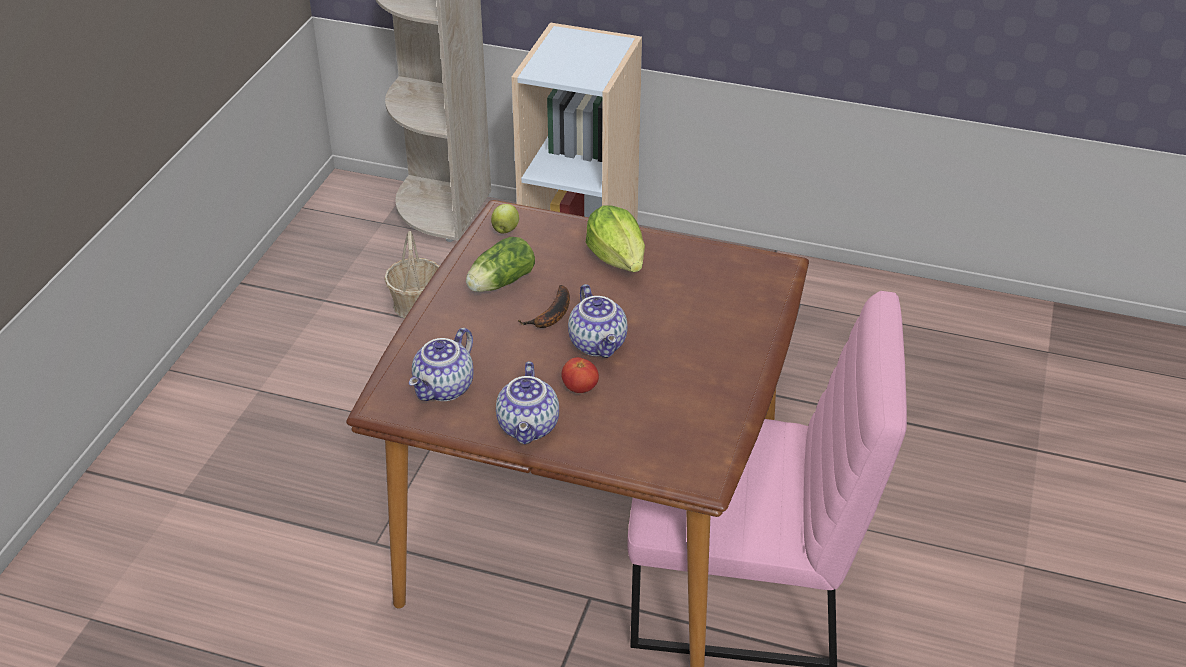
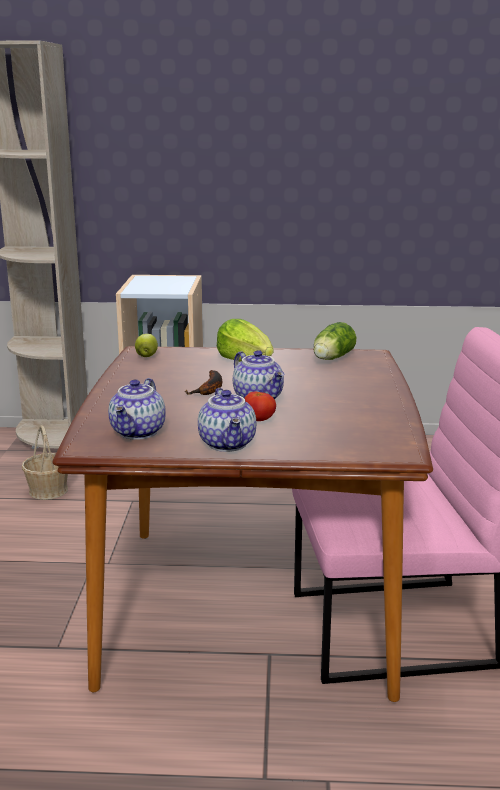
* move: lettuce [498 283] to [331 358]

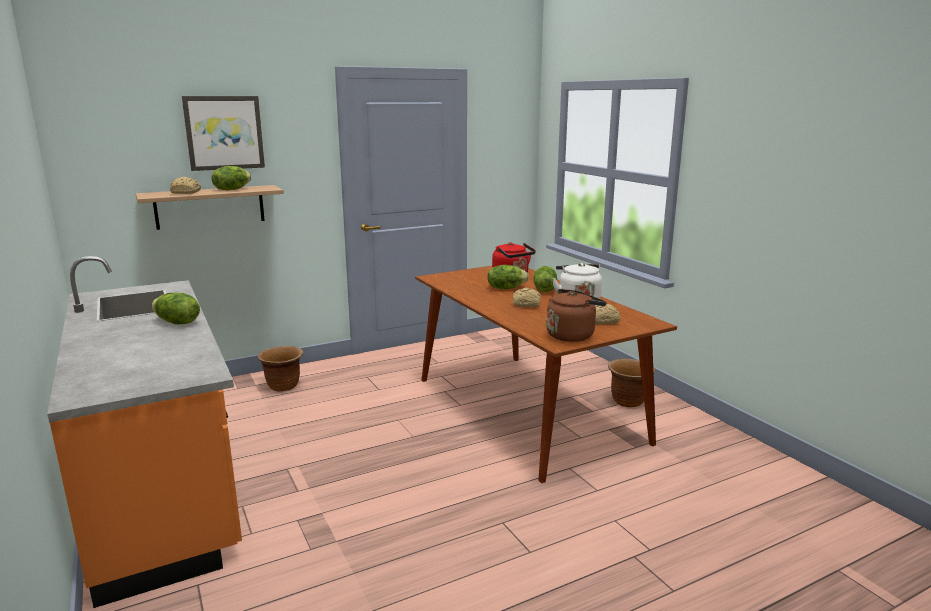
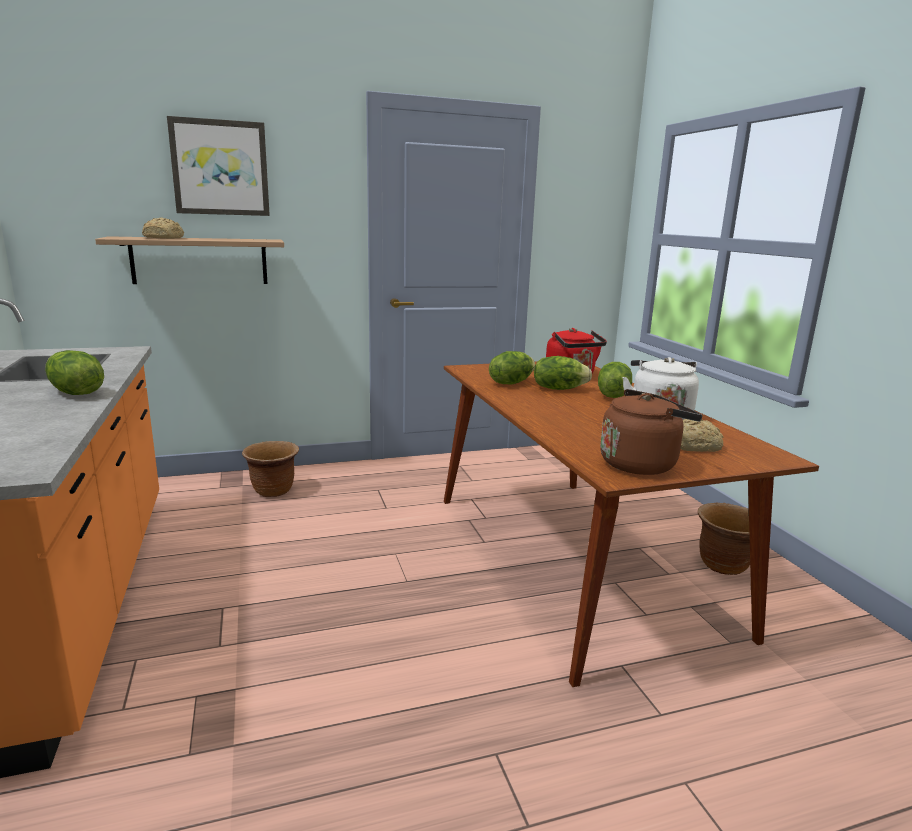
* move: lettuce [232 189] to [511 383]
* delete: bread [527 304]

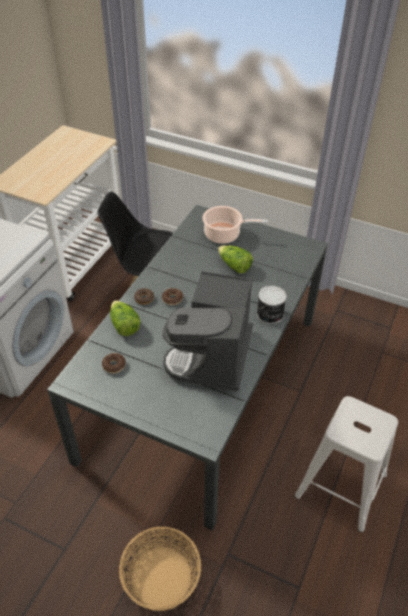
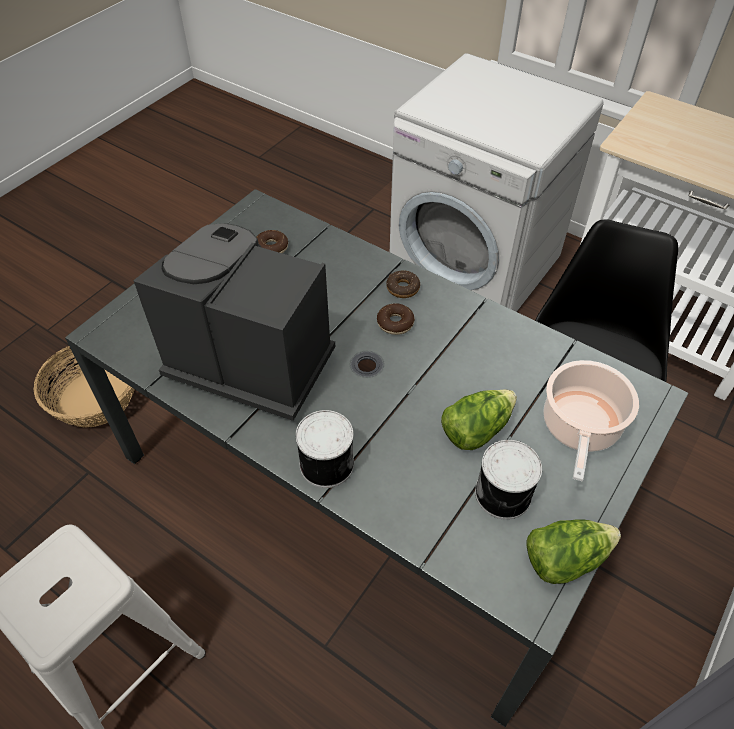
* insert: can [504 494]
* move: lettuce [124 325] to [565 558]

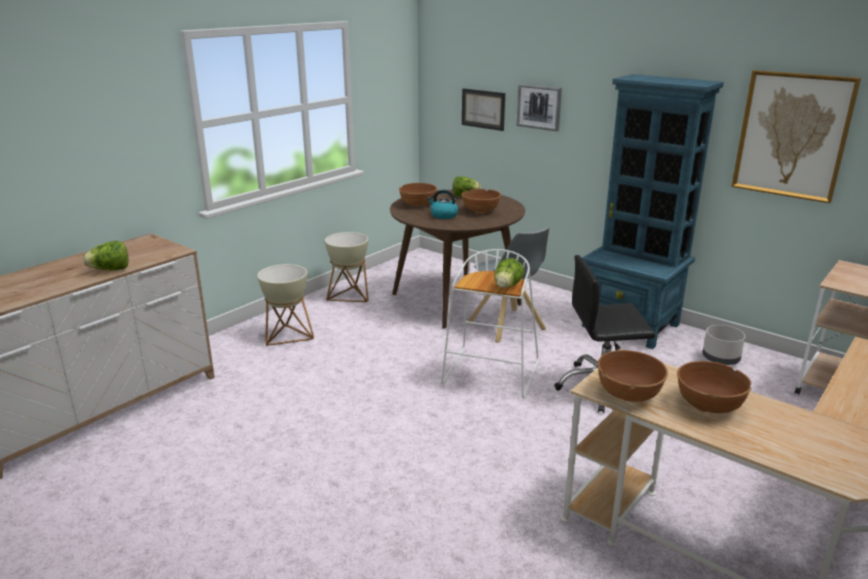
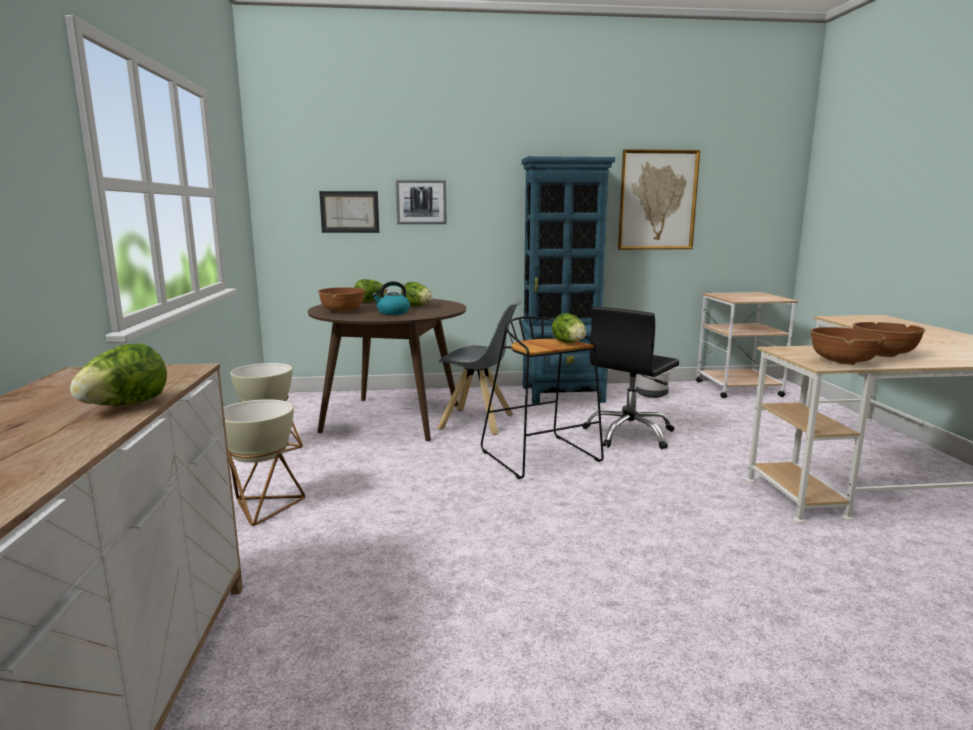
* replace: bowl/brown [480 211] to lettuce [417 306]
* recolor: stool/white [491 375] to stool/black [542 457]

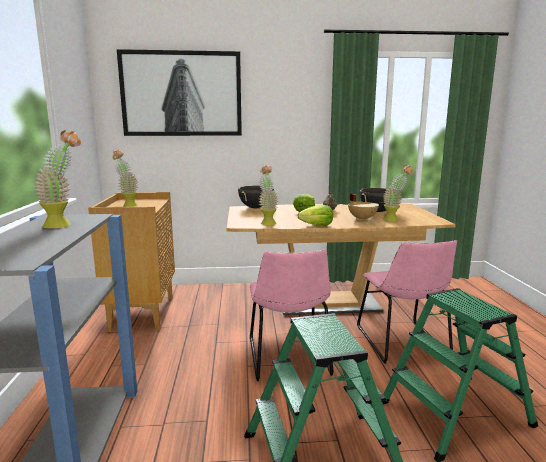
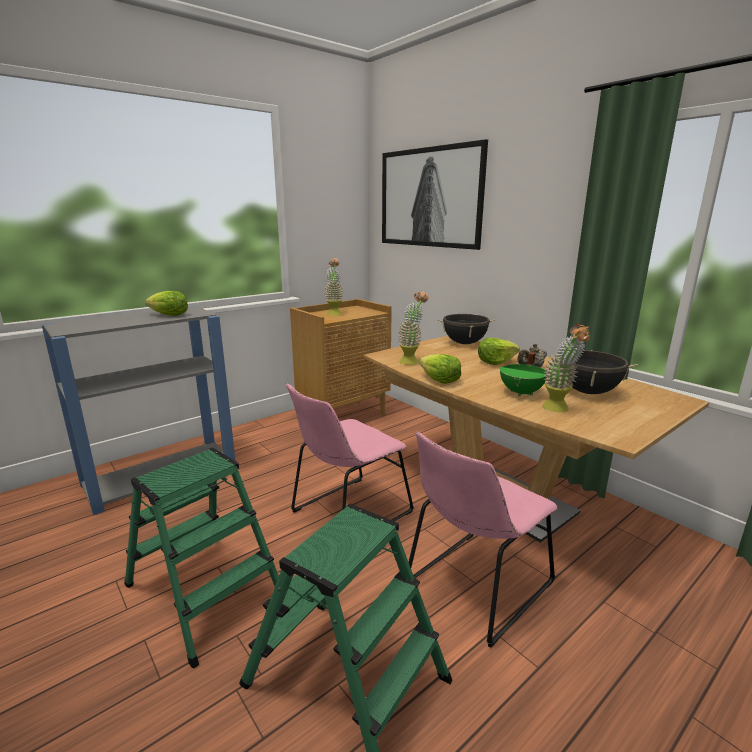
* replace: potted plant [64 224] to lettuce [169 315]
* recolor: cooking pot/beige [362 219] to cooking pot/green [522 393]

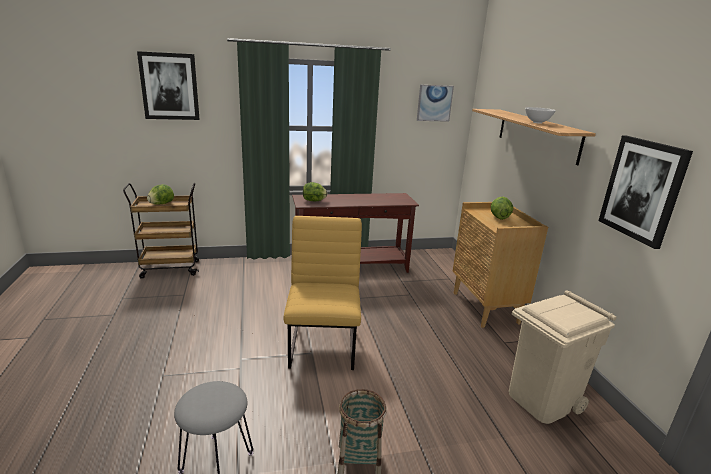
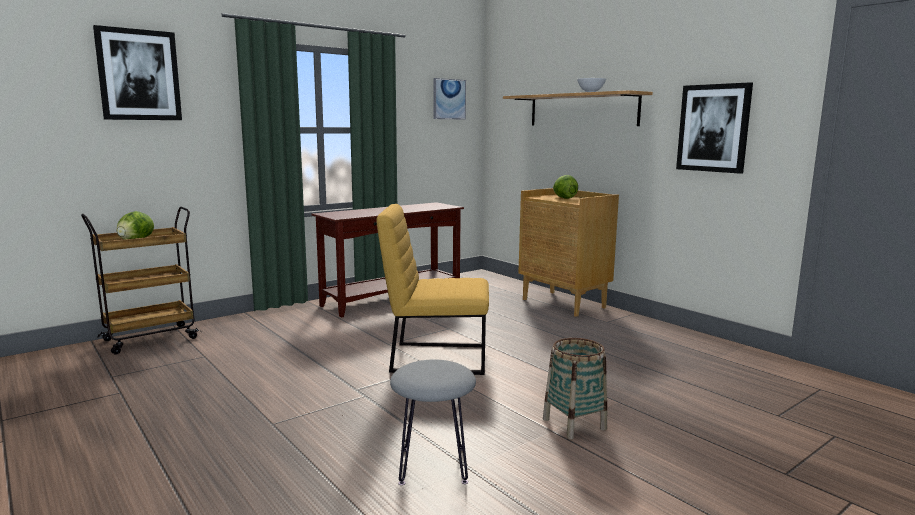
* rotate: chair/yellow [323 343] = [435 358] 60 degrees counterclockwise
* delete: lettuce [314 201]
* delete: trash can/beige [542 400]

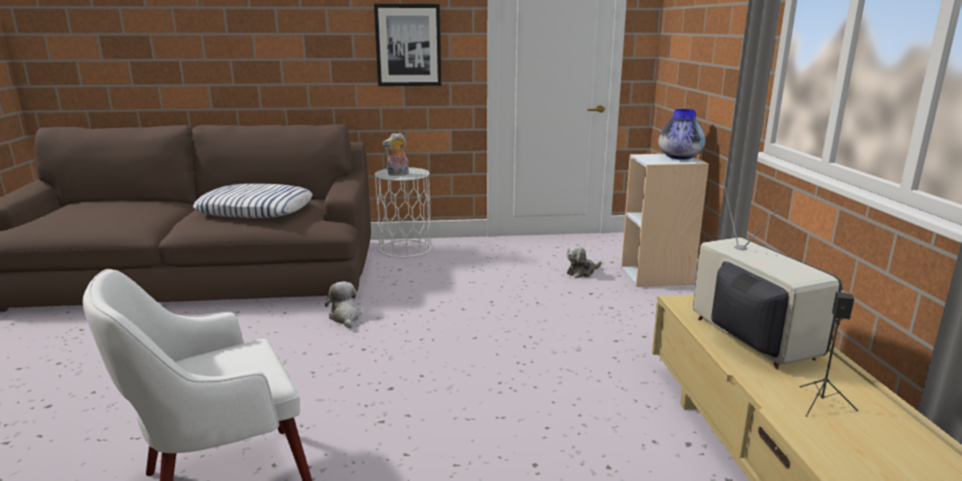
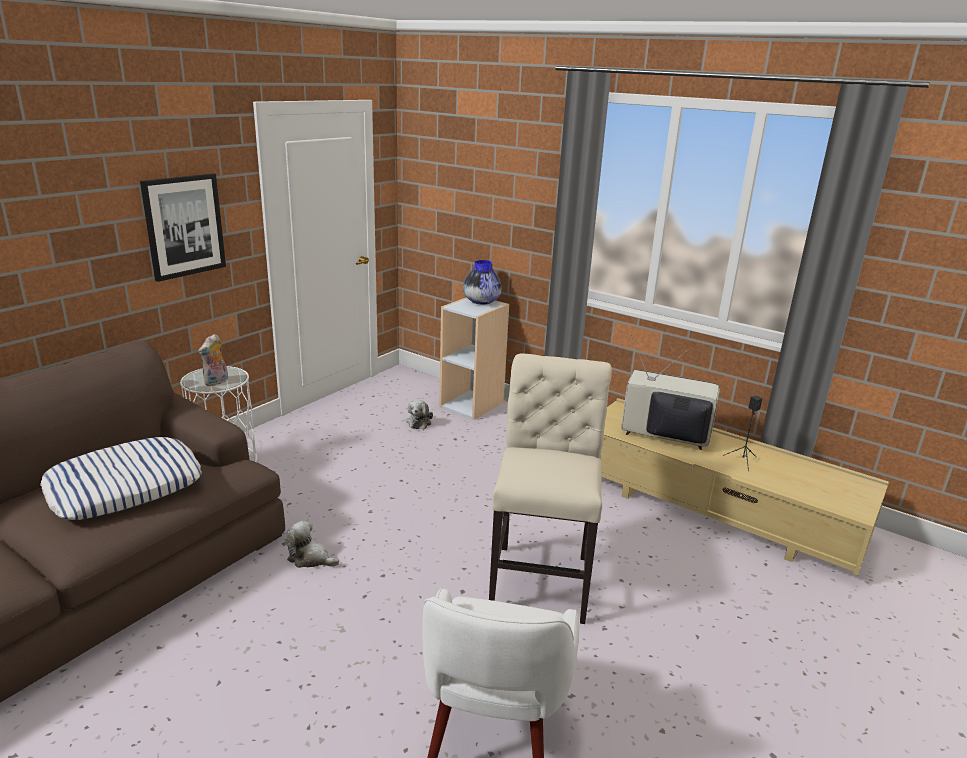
* insert: stool/beige [542 578]

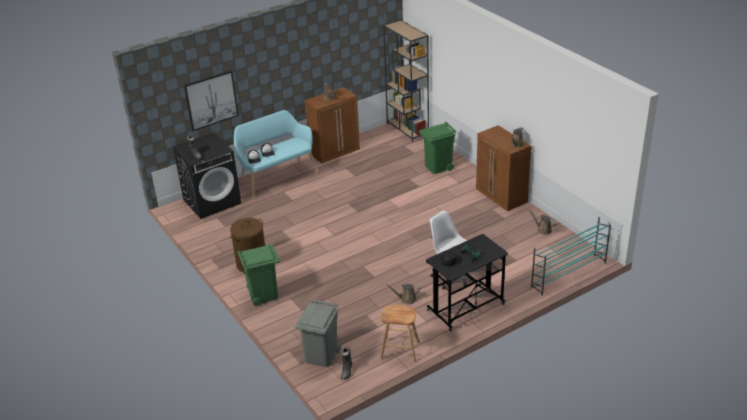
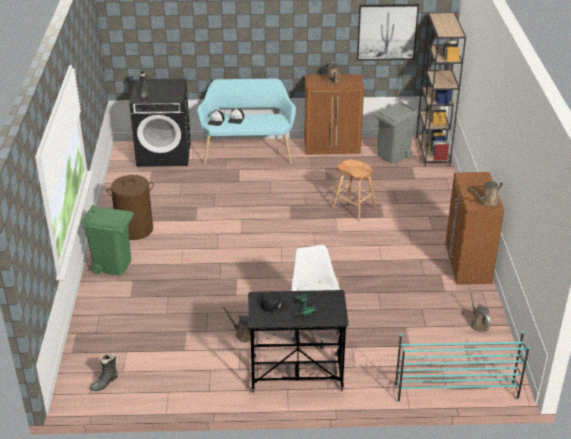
* move: stool/brown [399 350] to [353 209]
* move: picture [211 100] to [387 32]
* move: trash can/grey [321 355] to [393 155]
* delete: trash can/green [438 167]

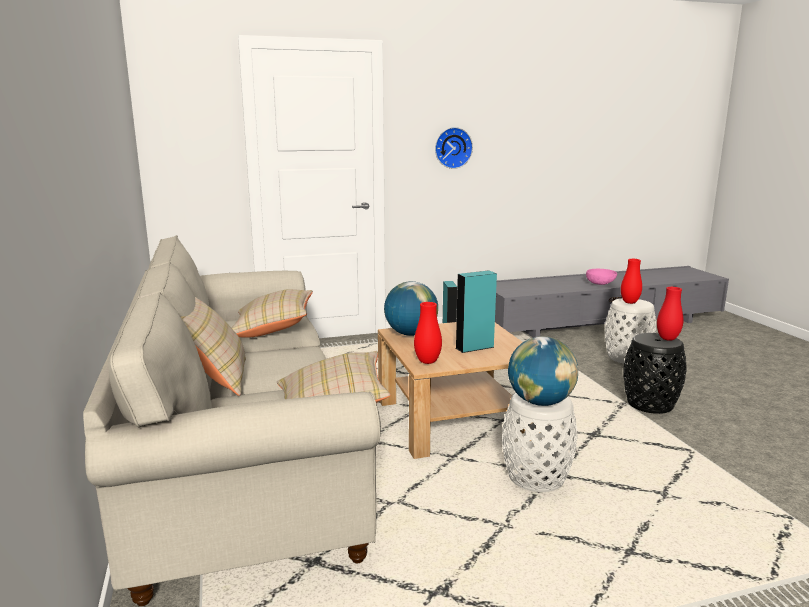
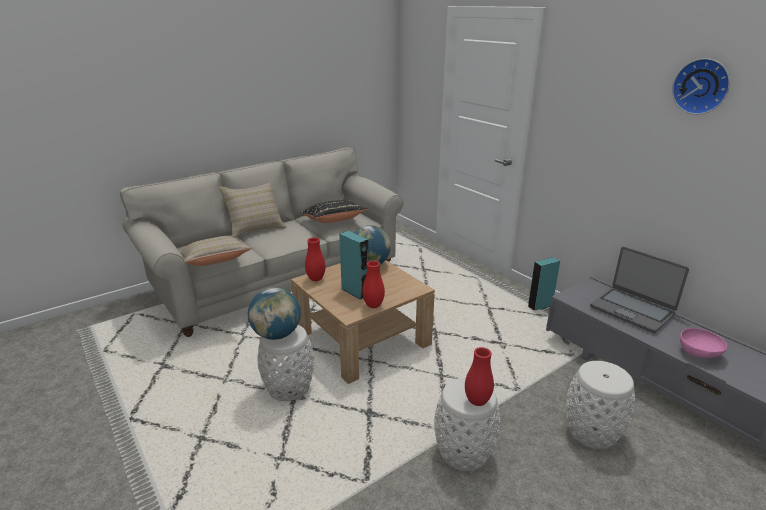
* recolor: pillow/beige [272 329] to pillow/black [333 221]
* move: vase/red [629 302] to [373 305]
* recolor: stool/black [650 404] to stool/white [464 452]
* insert: laptop [632 310]
* move: wall clock [452 148] to [702 86]

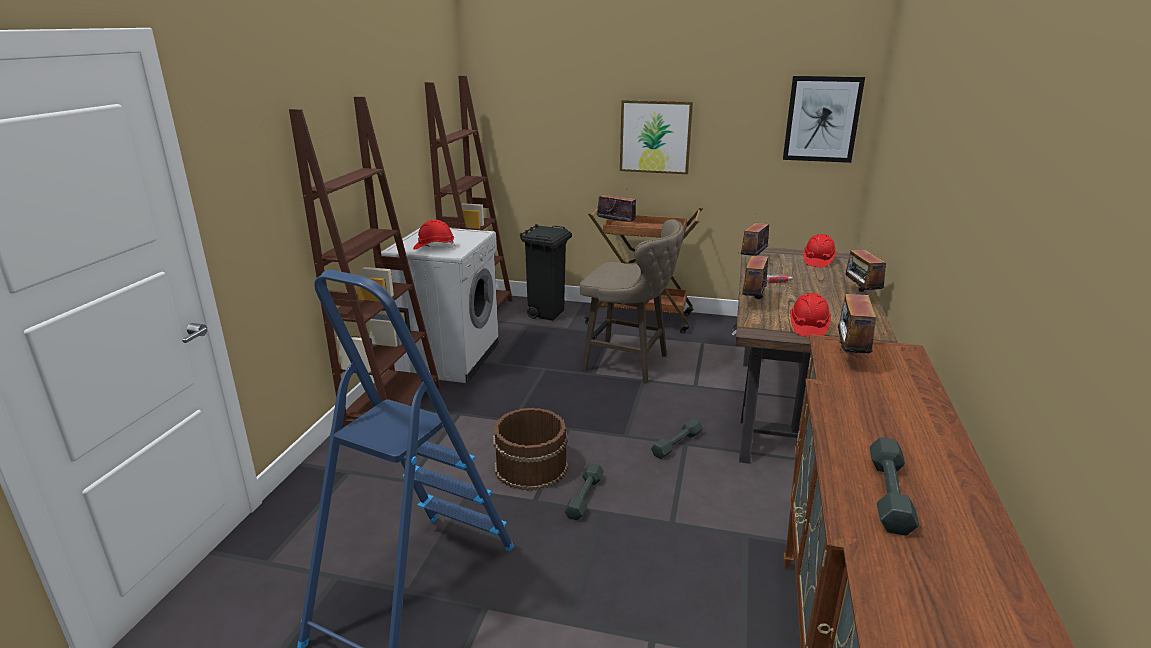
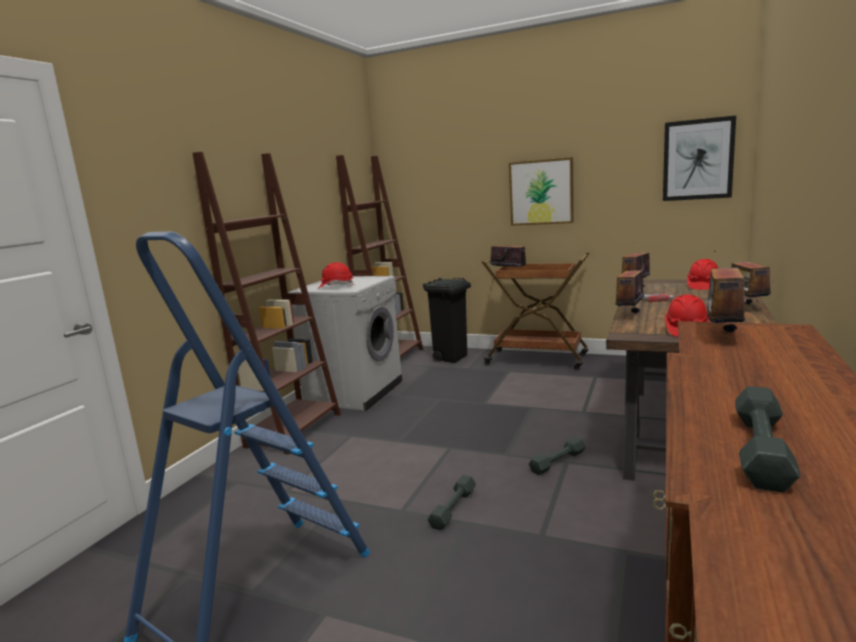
* delete: bucket/brown [530 467]
* delete: stool/beige [629 363]

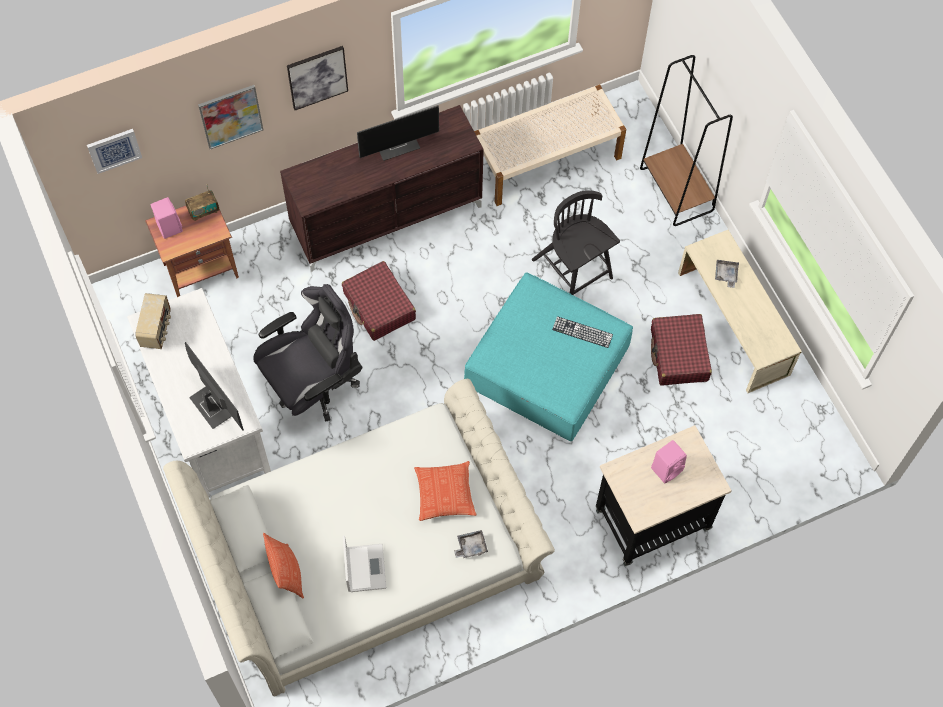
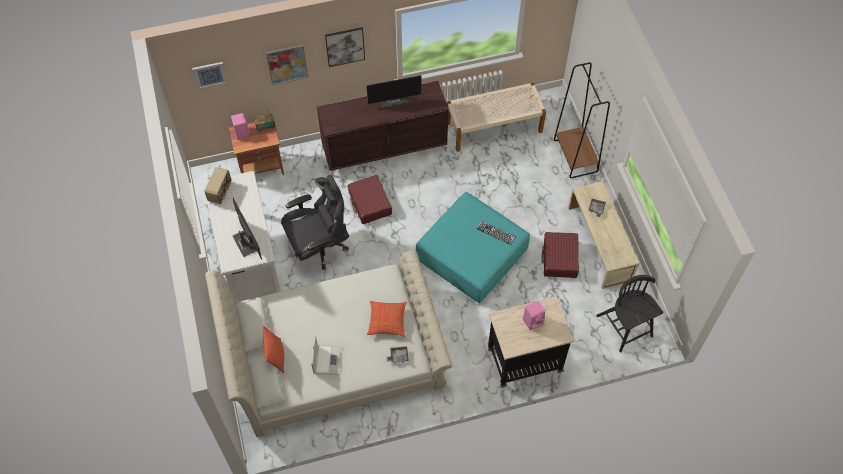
* move: chair/black [573 270] to [625 327]

